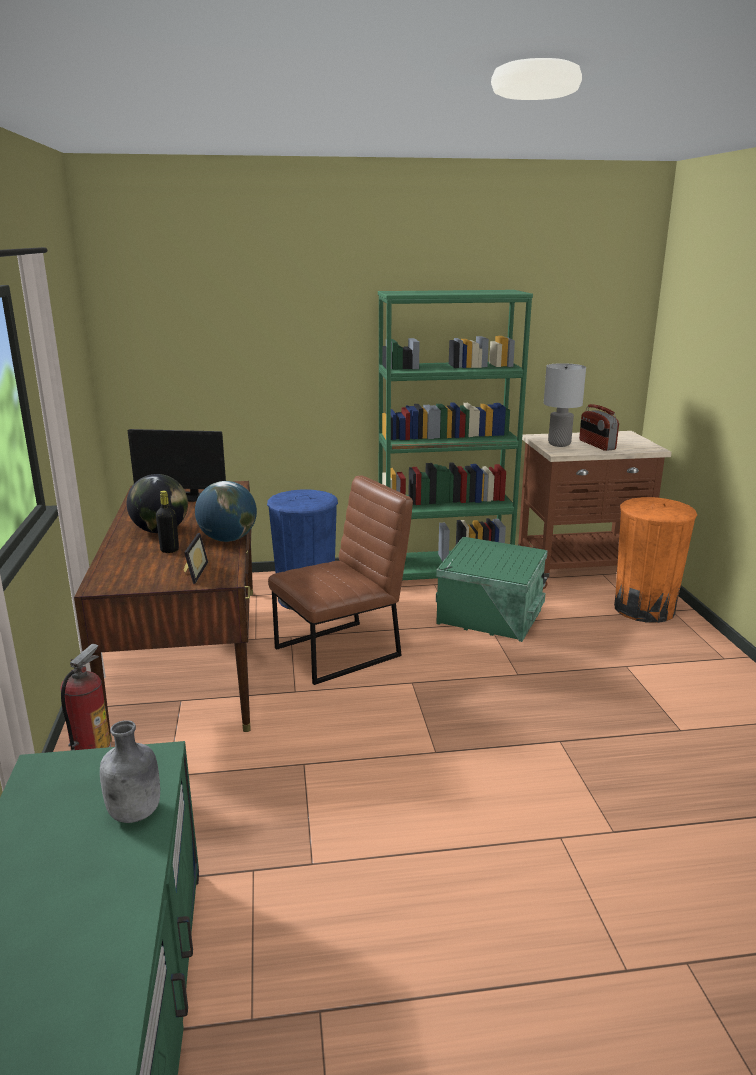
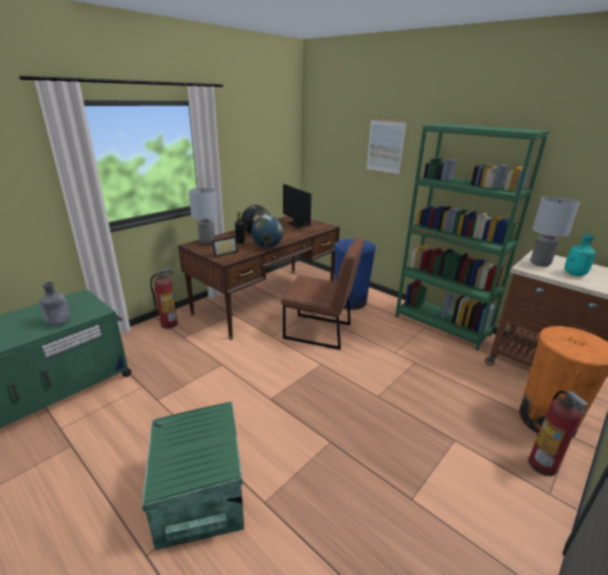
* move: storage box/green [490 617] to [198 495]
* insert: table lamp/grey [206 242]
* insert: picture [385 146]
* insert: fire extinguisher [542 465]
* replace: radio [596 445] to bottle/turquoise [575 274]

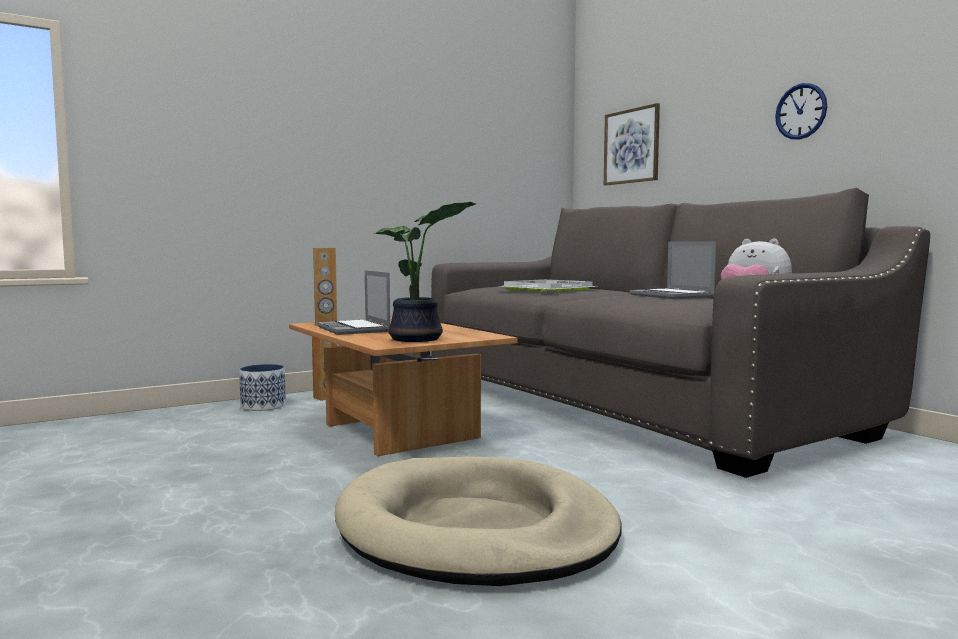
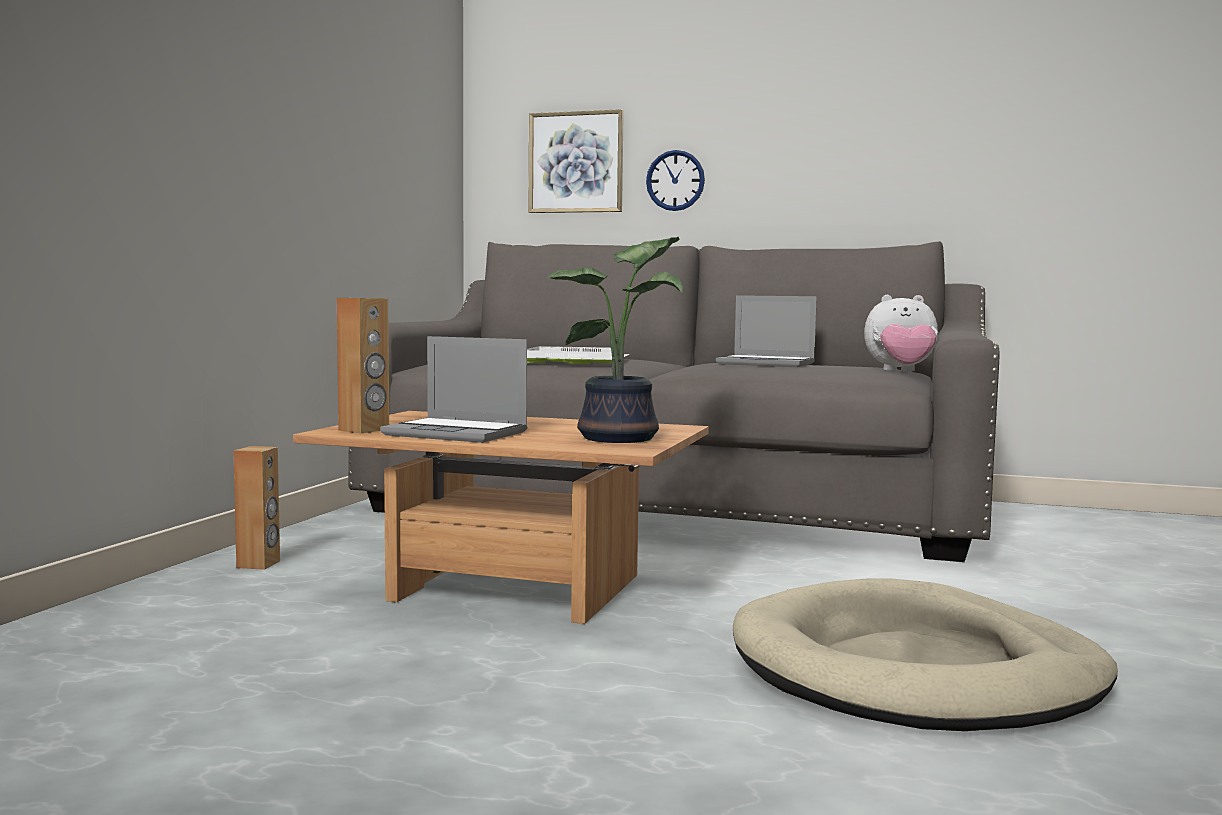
* move: wall clock [801 111] to [675 180]
* delete: planter [263 406]

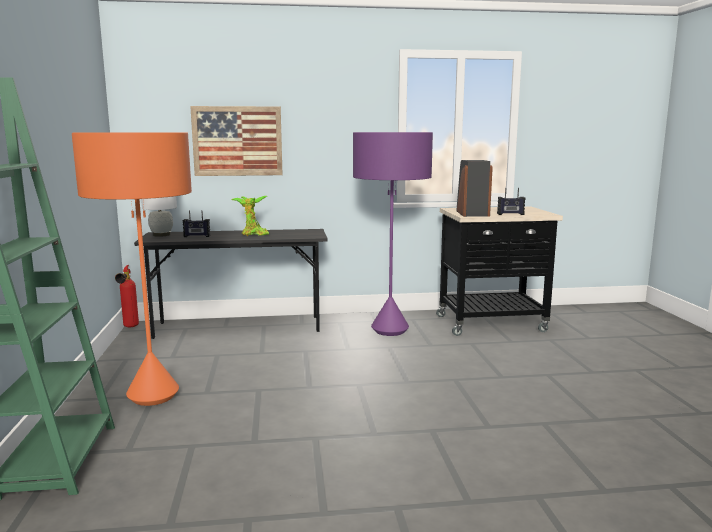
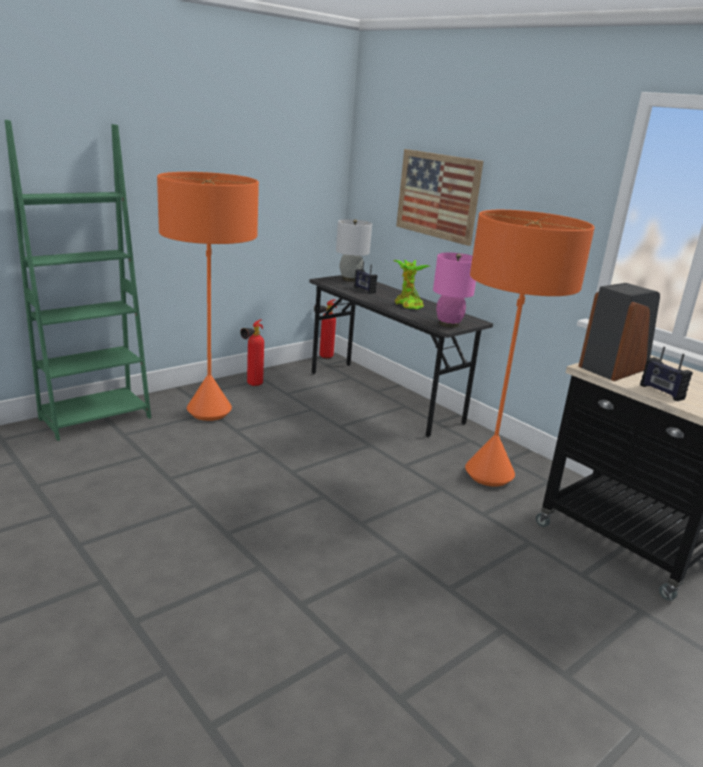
* insert: fire extinguisher [252 385]
* insert: table lamp/pink [448 324]
* recolor: floor lamp/purple [390 331] to floor lamp/orange [488 476]

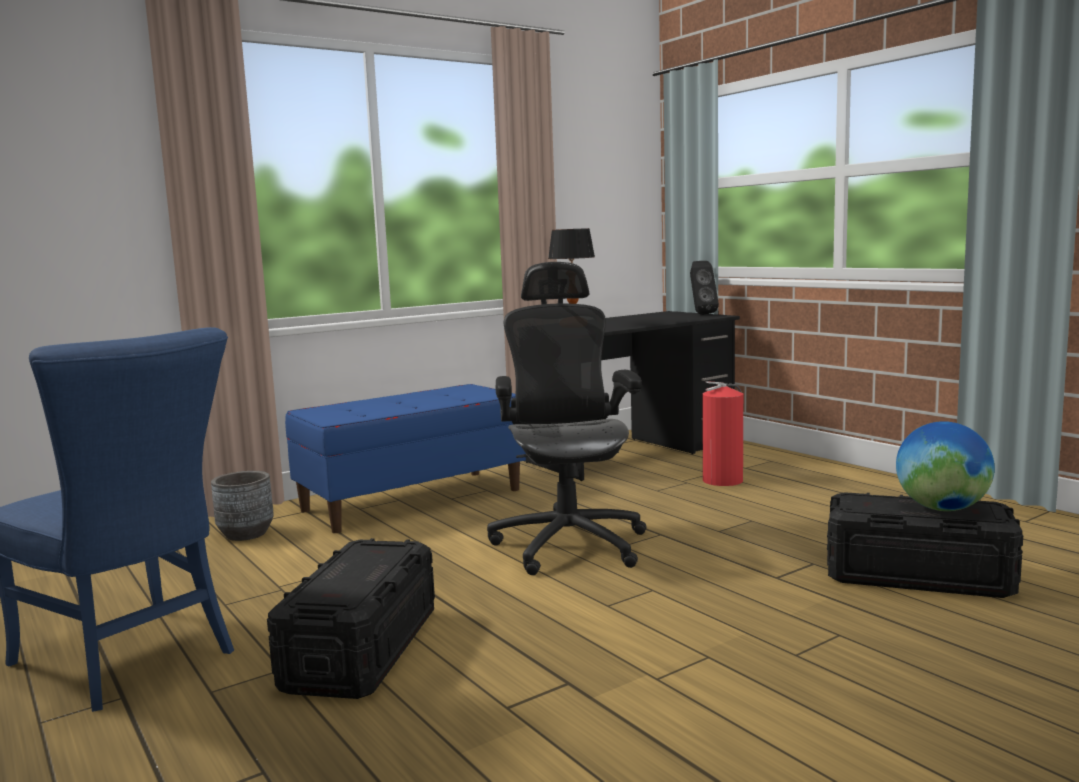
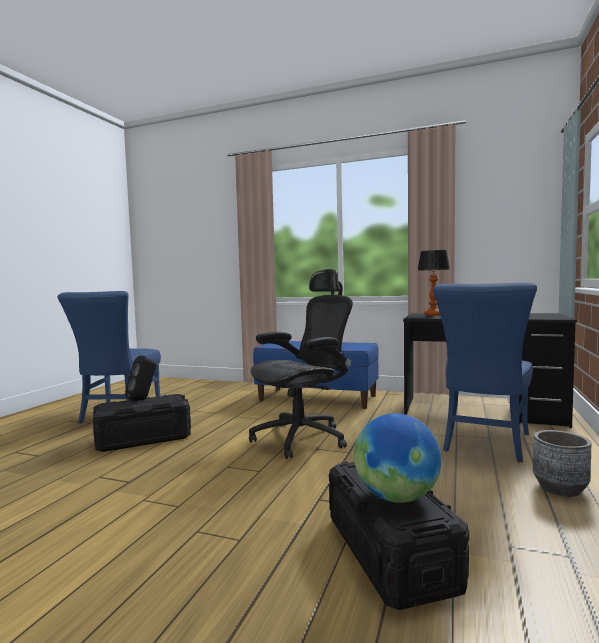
* move: speaker/black [701 314] to [143 399]
* replace: fire extinguisher [724 480] to chair/blue [484 444]
* move: planter/grey [246 534] to [560 488]

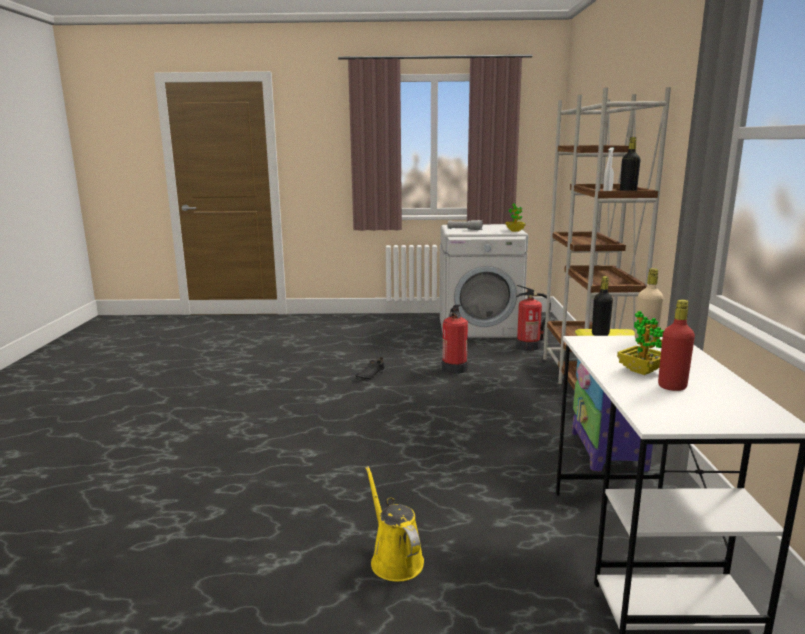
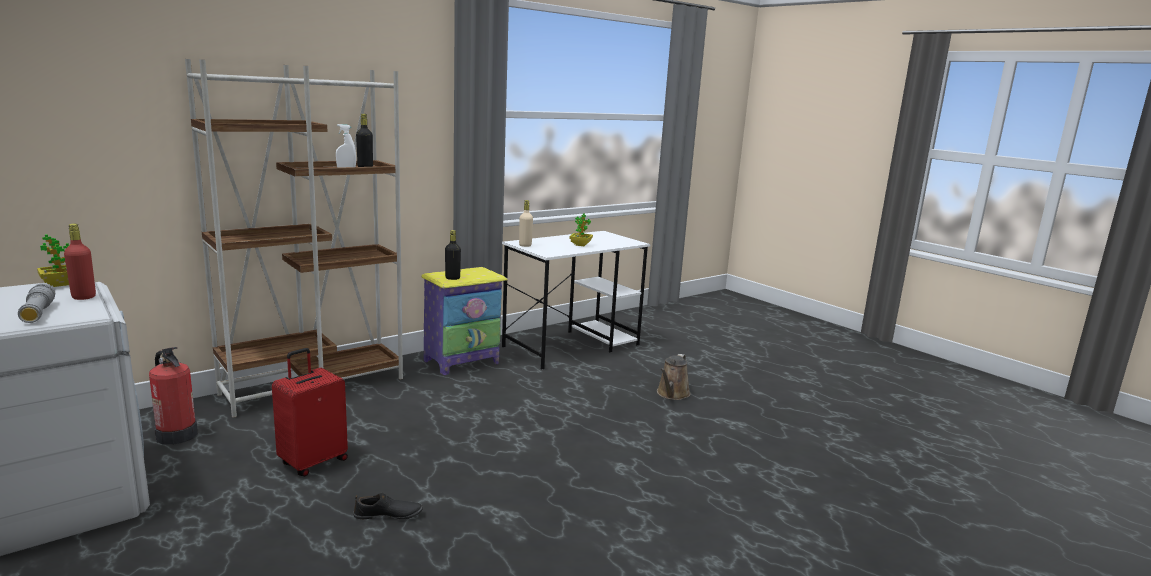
* move: bottle/red [672 387] to [84 297]
* replace: fire extinguisher [454 368] to suitcase/red [313 462]
* recolor: watering can/yellow [394 559] to watering can/brown [672 394]

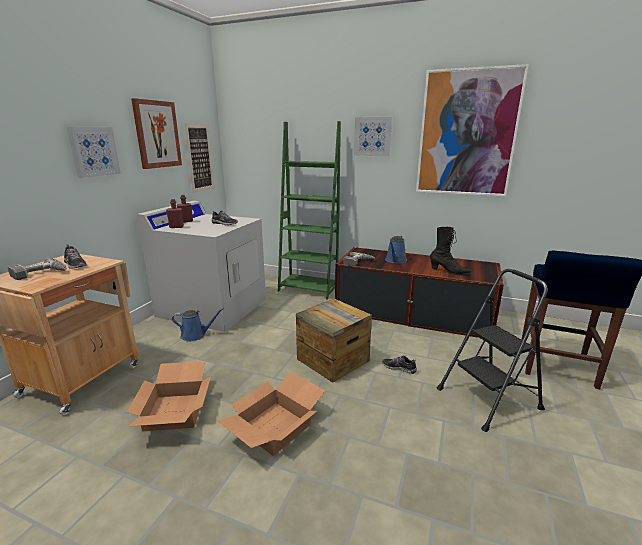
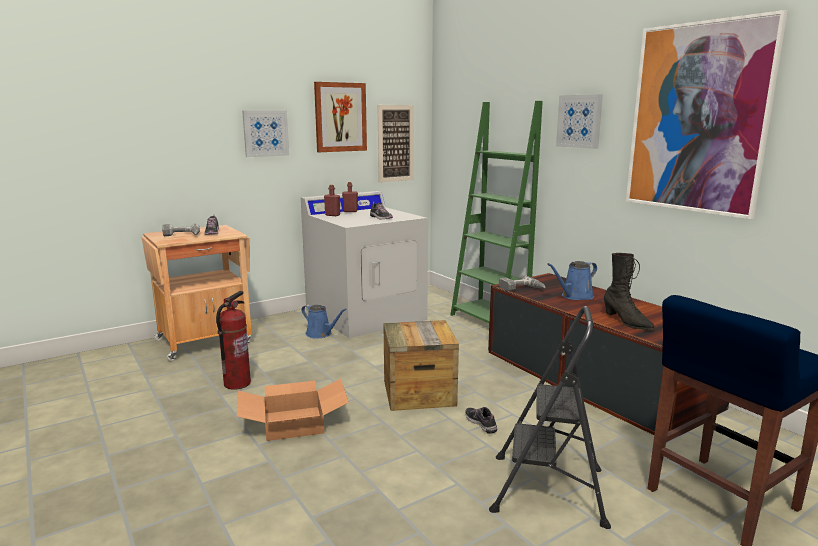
* replace: cardboard box [174 411] to fire extinguisher [237 383]

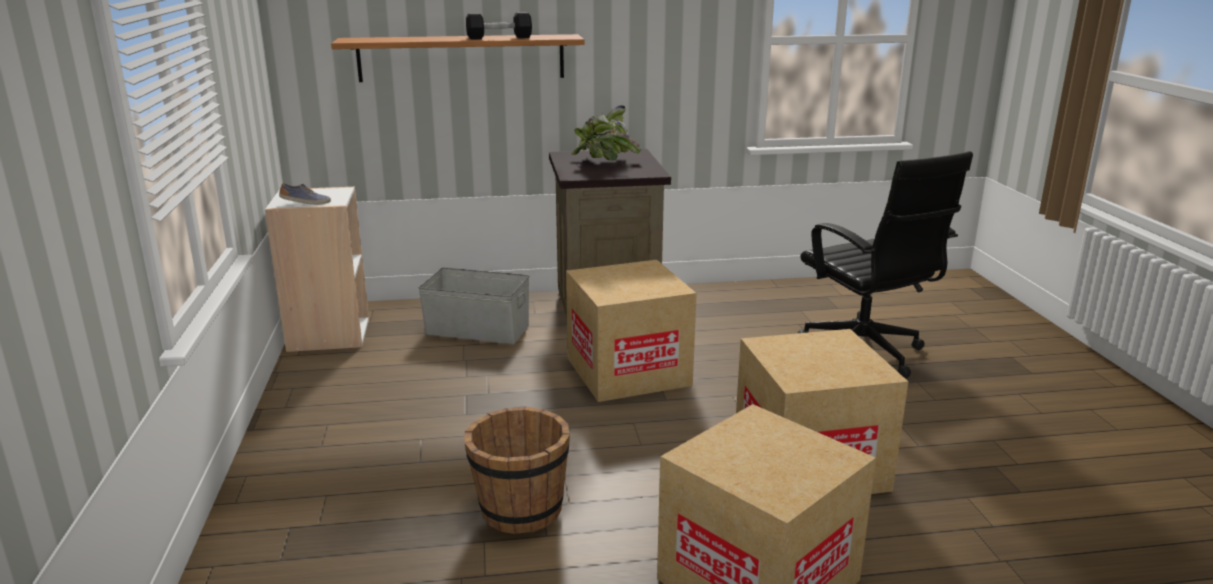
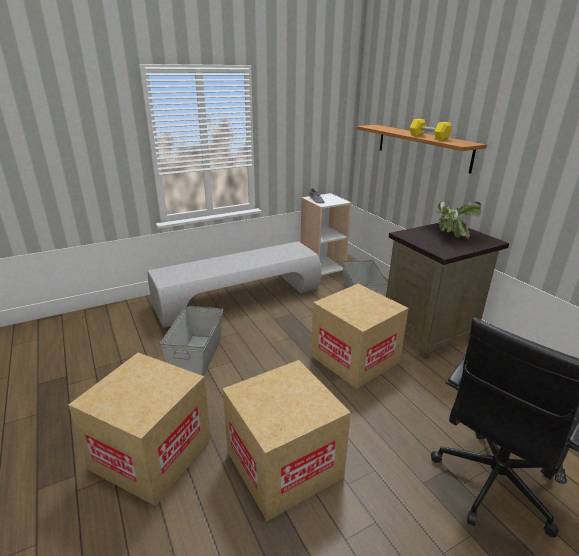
* insert: bench/grey [238 297]
* replace: bucket/brown [520 510] to storage box/grey [197 355]
* recolor: dumbbell/black [499 38] to dumbbell/yellow [428 137]

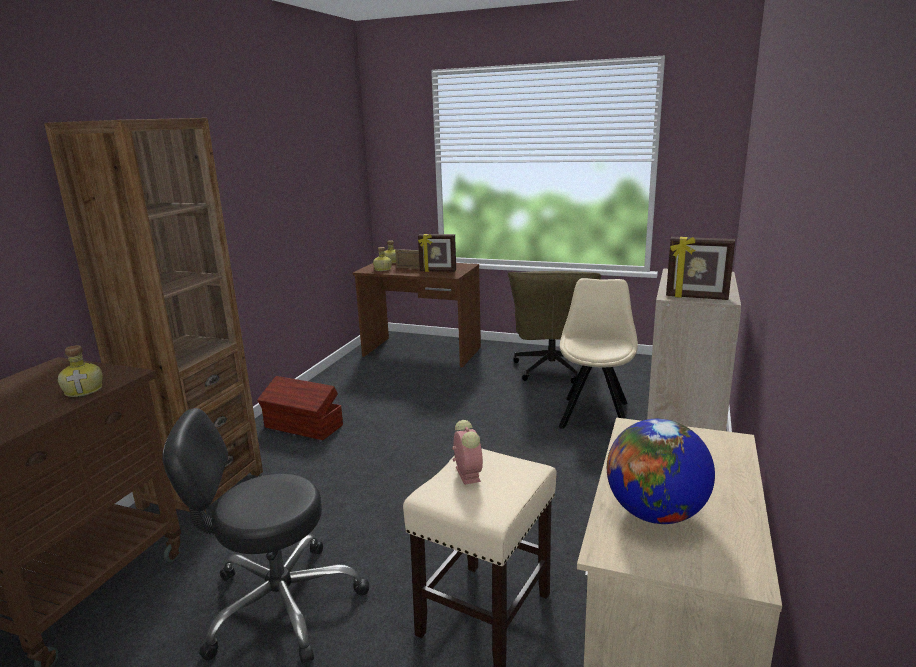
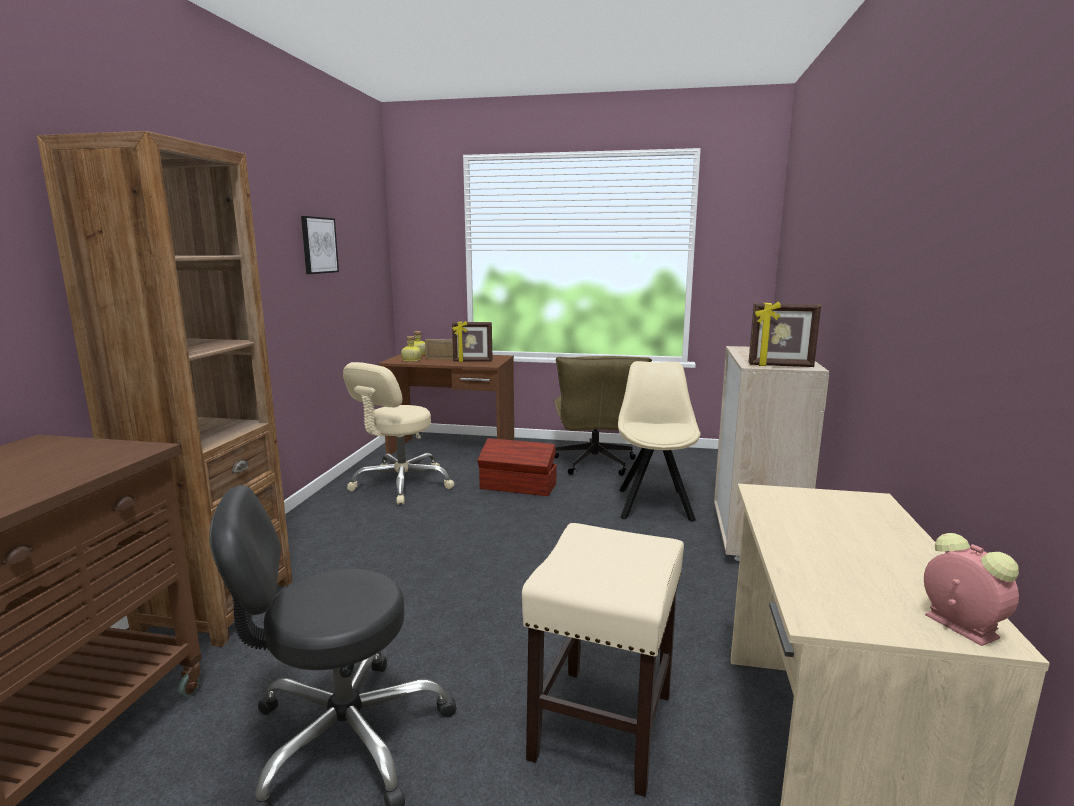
* insert: picture [318 245]
* insert: office chair/beige [399 486]
* move: storage box/brown [303 427] to [518 487]
* move: alarm clock [467 473] to [958 625]
* delete: bottle [85 390]
* delete: globe [655 514]

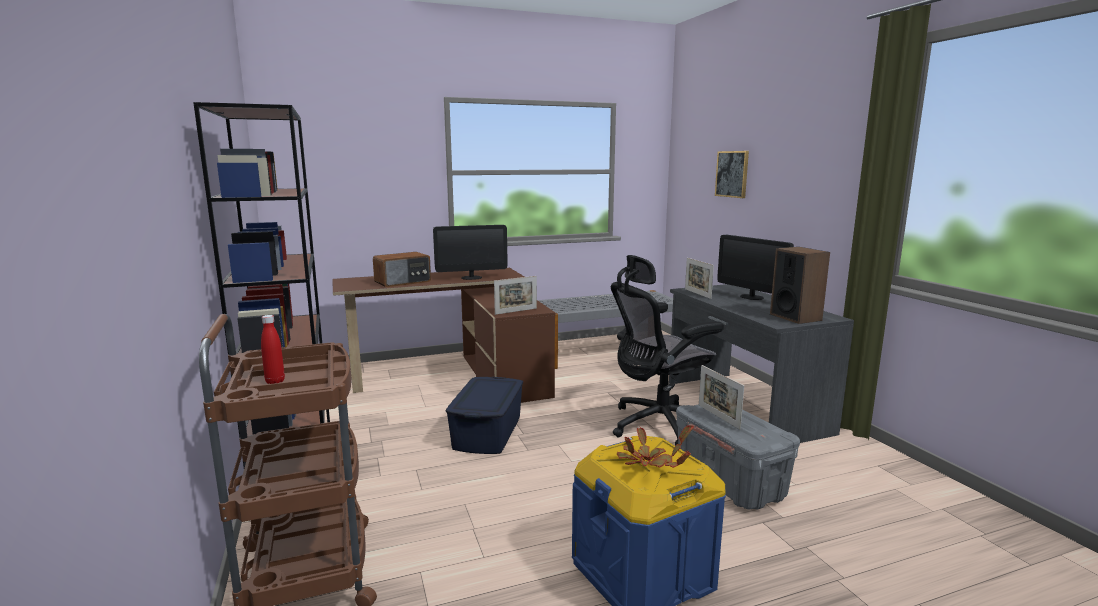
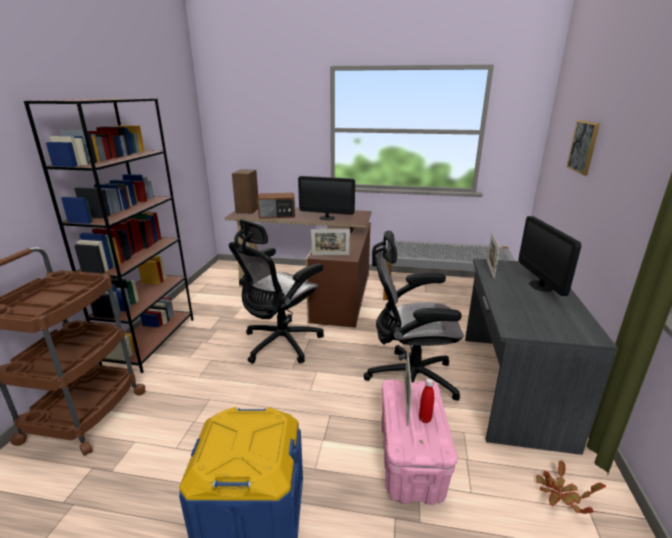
* replace: storage box/blue [487 432] to office chair [282 343]
* move: speaker [795 317] to [247 210]
* recolor: storage box/grey [730 482] to storage box/pink [411 462]
* move: bottle/red [275 381] to [425 419]
* move: potted plant [649 463] to [560 494]

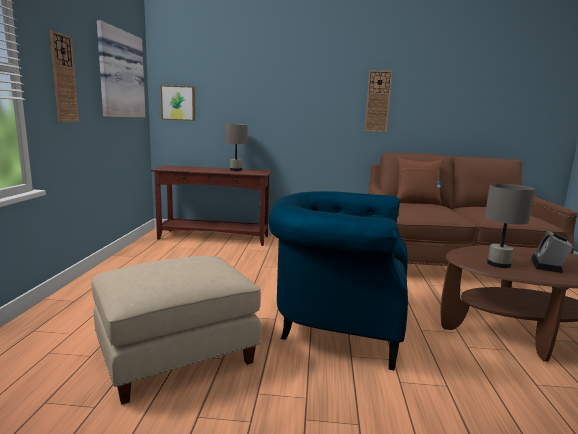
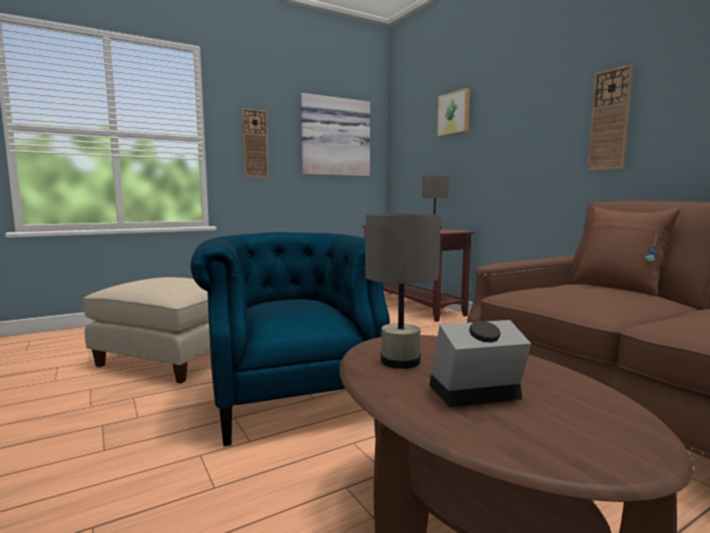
* move: picture [178 103] to [454 113]

